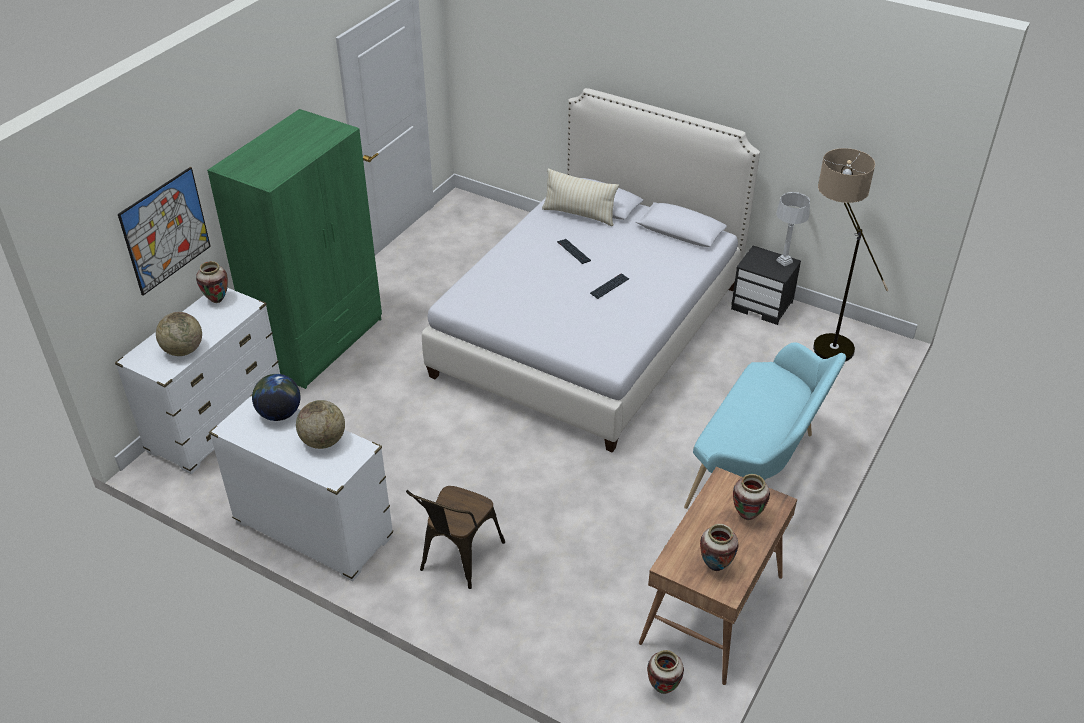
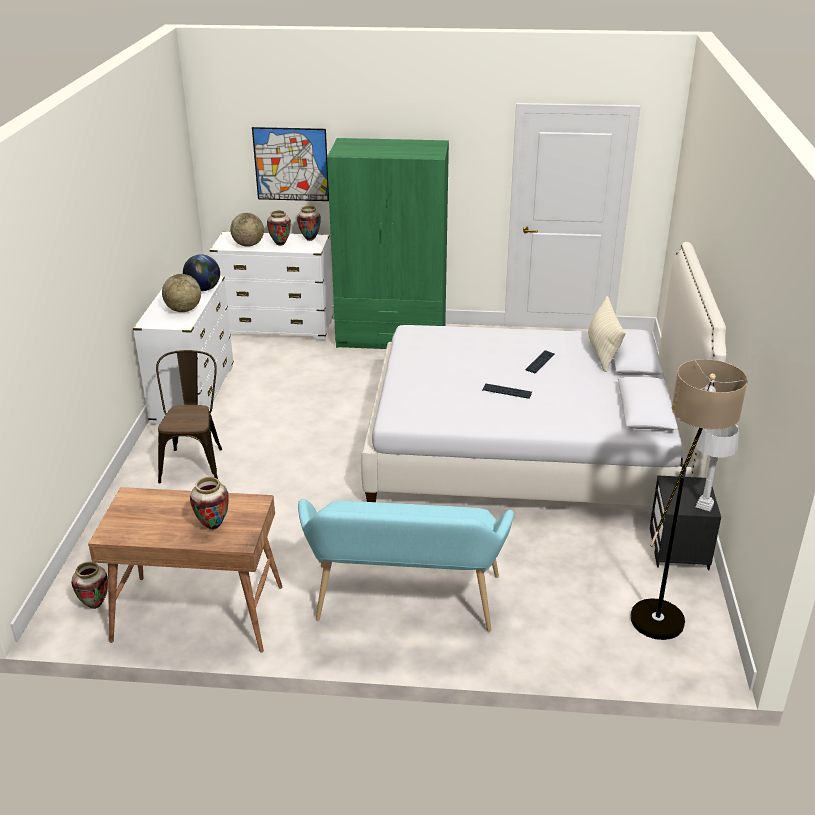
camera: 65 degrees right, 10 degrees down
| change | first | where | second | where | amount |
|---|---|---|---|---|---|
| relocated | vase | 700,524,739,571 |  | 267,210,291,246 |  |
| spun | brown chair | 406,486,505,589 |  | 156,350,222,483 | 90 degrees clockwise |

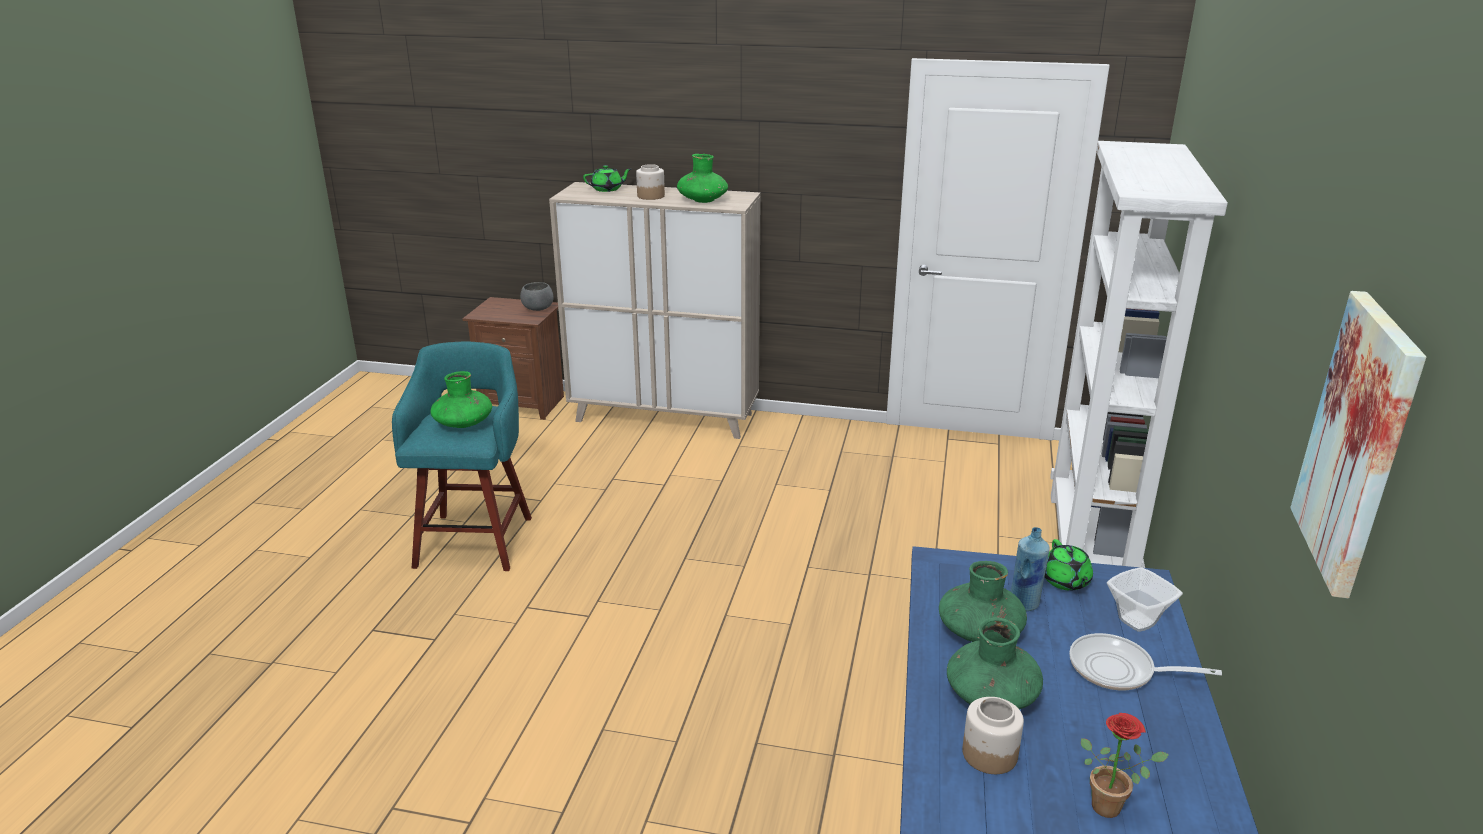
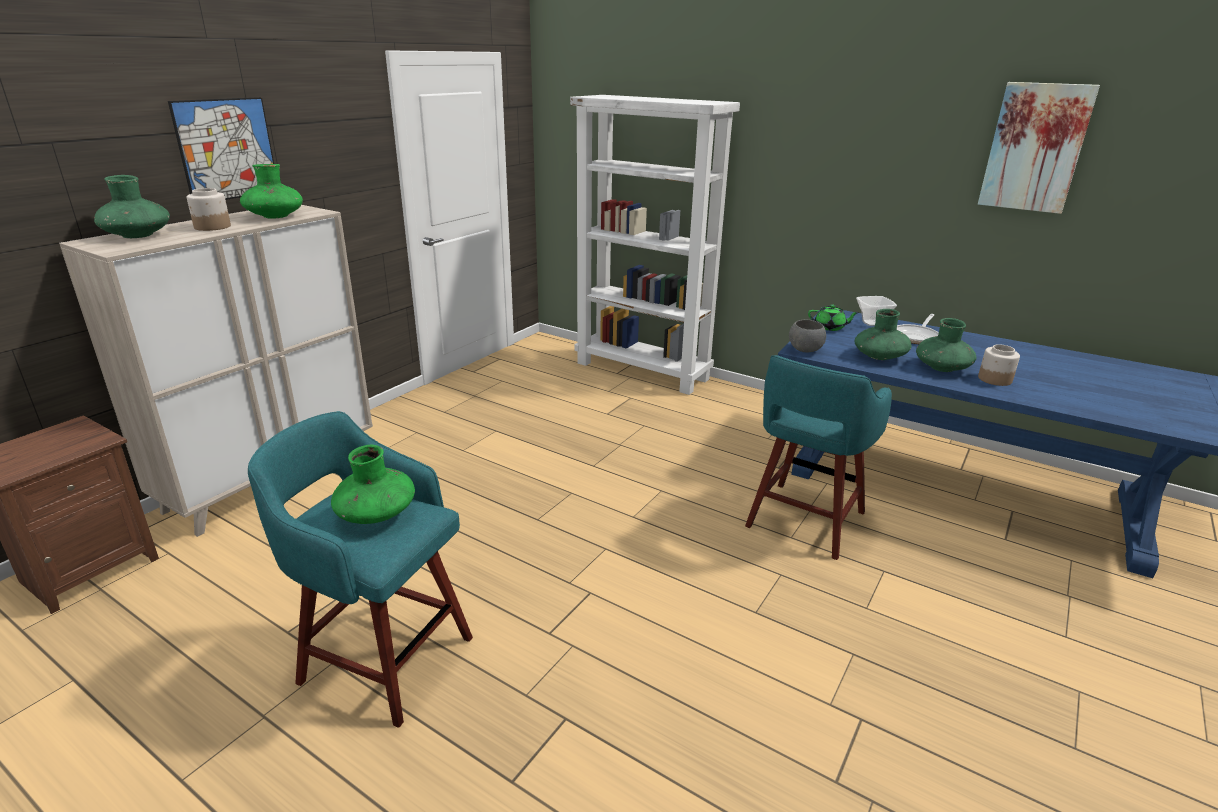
camera: 70 degrees left, 0 degrees up
| change | first | where | second | where | amount |
|---|---|---|---|---|---|
| missing | blue bottle | 1010,527,1050,611 |  |  |  |
| missing | potted plant | 1081,713,1169,818 |  |  |  |
| appeared |  |  | picture | 168,97,274,200 |  |
| appeared |  |  | turquoise stool | 745,355,892,560 |  |
| relocated | grey bowl | 520,282,554,311 |  | 789,320,826,352 |  |
| exchanged | green teapot | 583,165,631,192 | green vase | 94,175,170,238 |  |

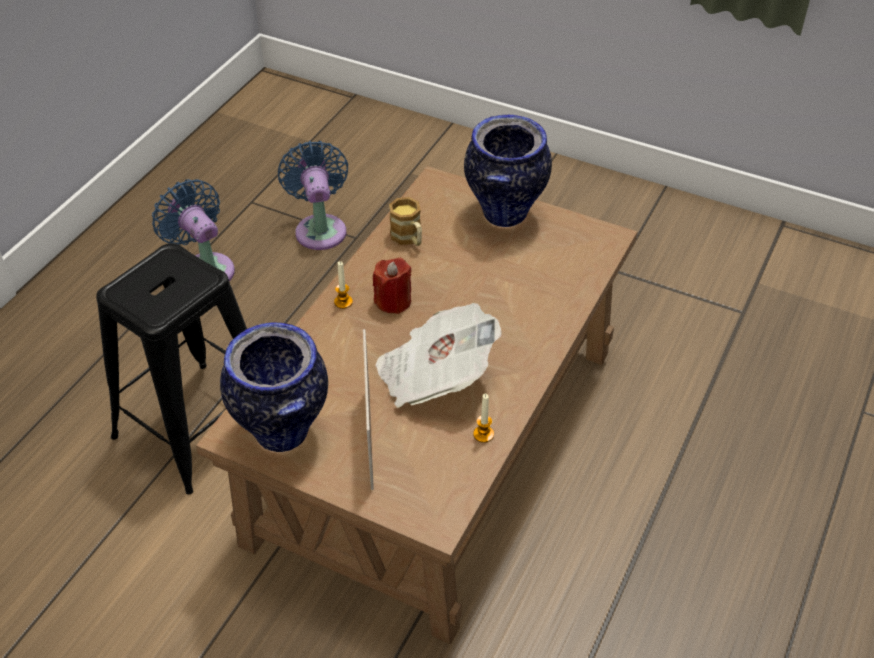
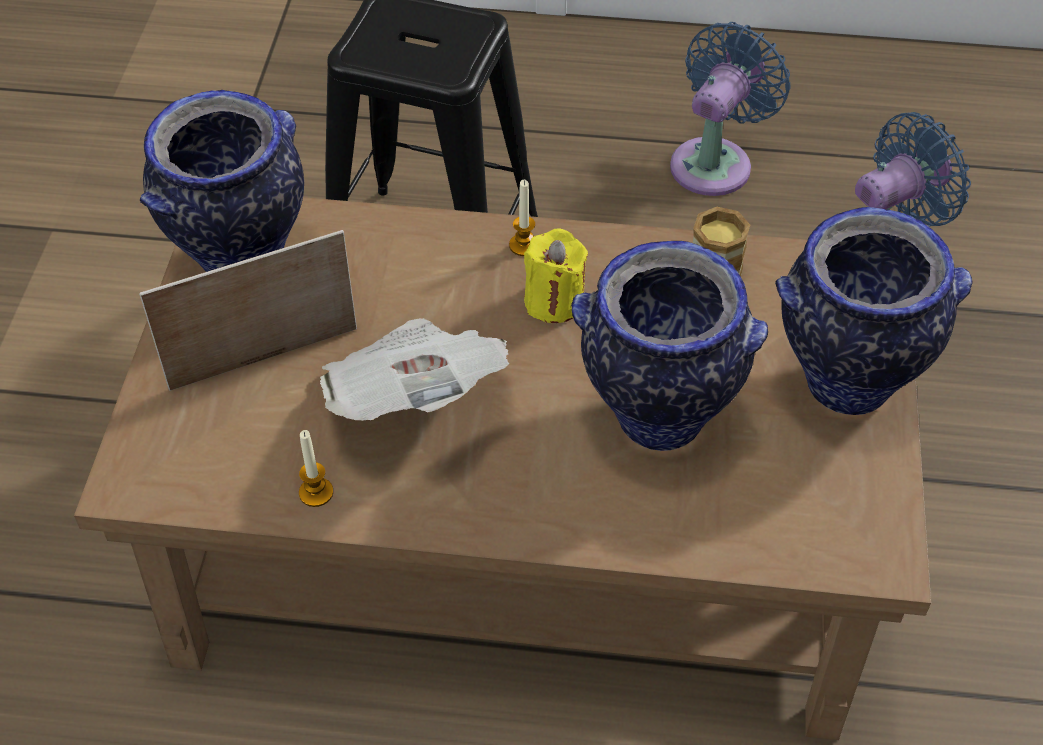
camera: 70 degrees right, 5 degrees up
| change | first | where | second | where | amount |
|---|---|---|---|---|---|
| appeared |  |  | vase | 571,241,768,451 |  |
| colour | red candle | 373,258,412,314 | yellow candle | 524,228,588,323 |  |

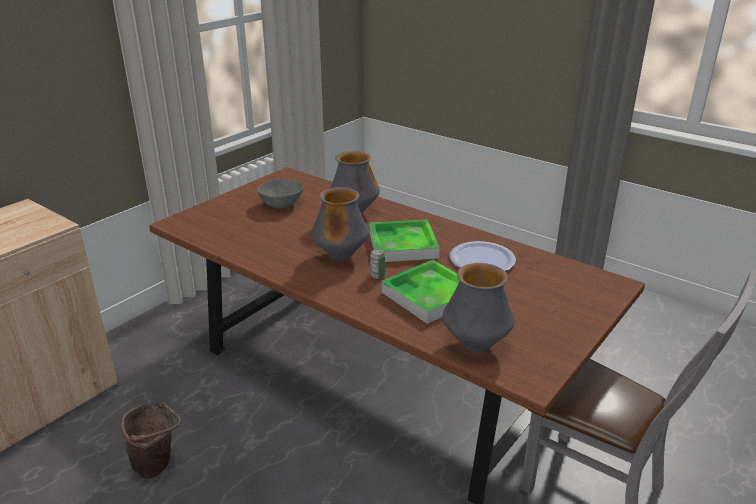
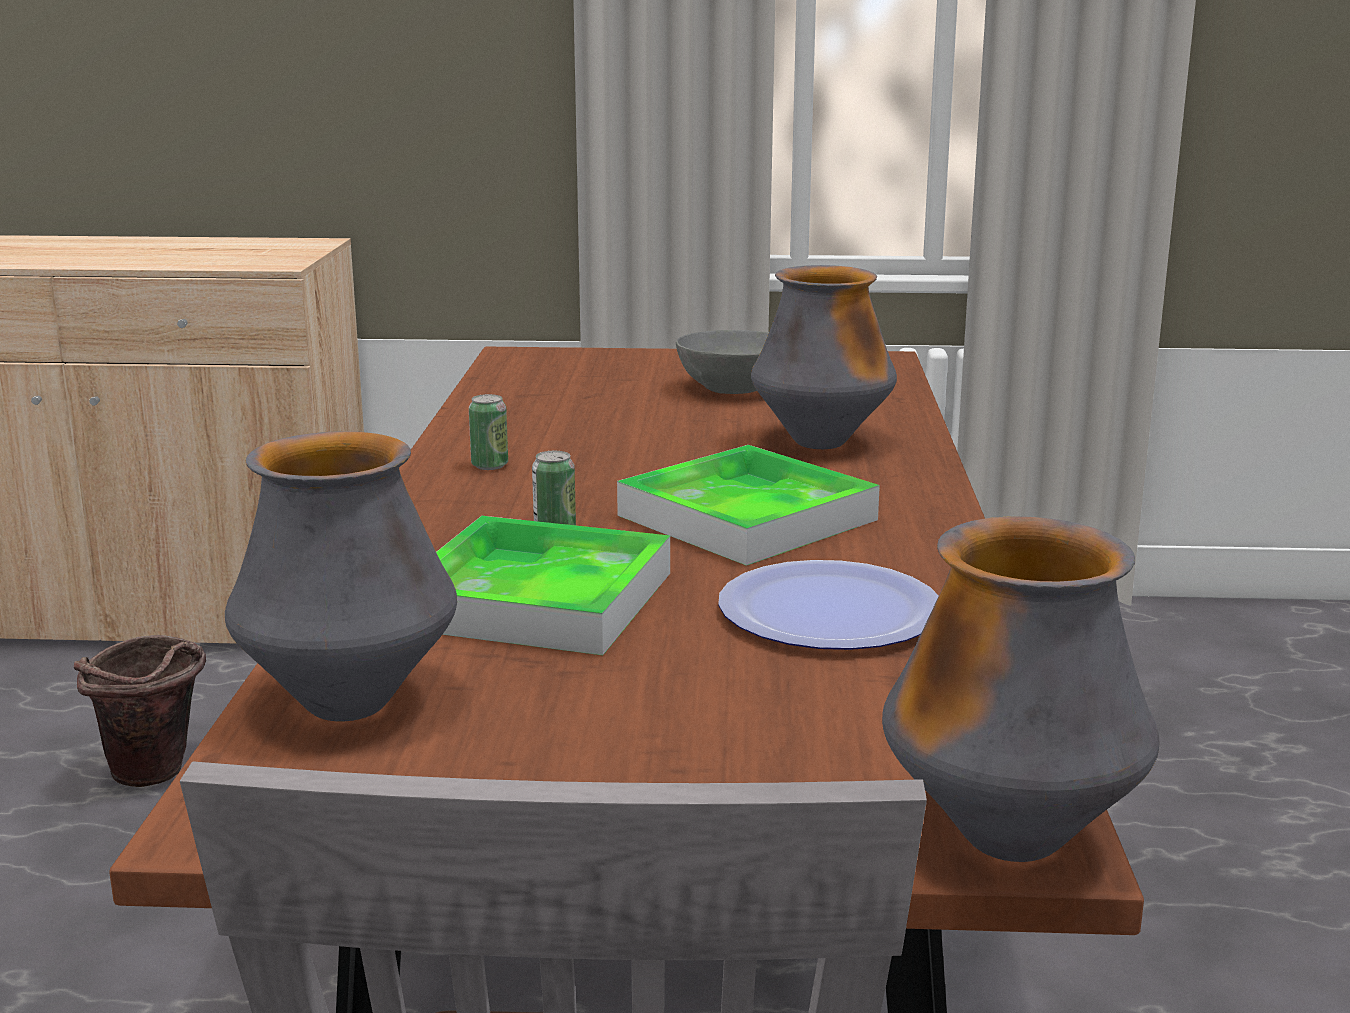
camera: 55 degrees right, 10 degrees down
| change | first | where | second | where | amount |
|---|---|---|---|---|---|
| appeared |  |  | can | 469,394,508,470 |  |
| relocated | vase | 311,187,369,261 |  | 882,516,1160,862 |  |

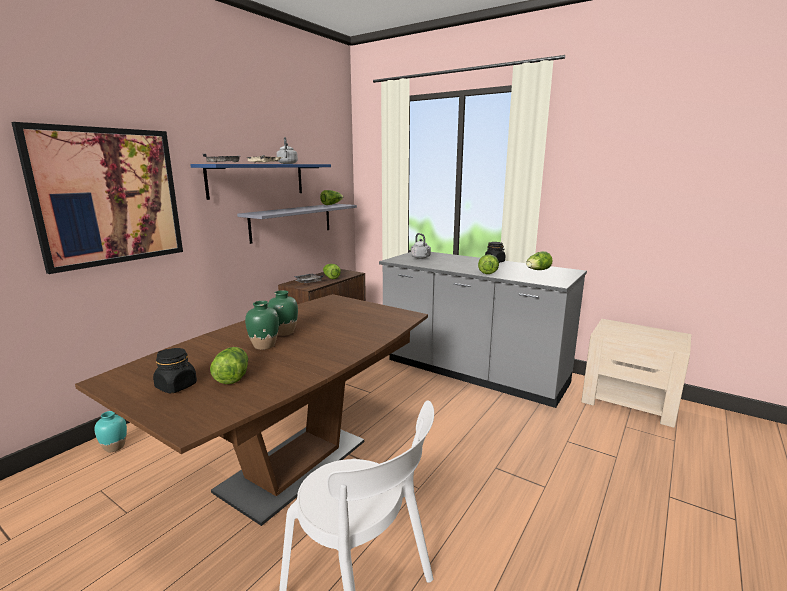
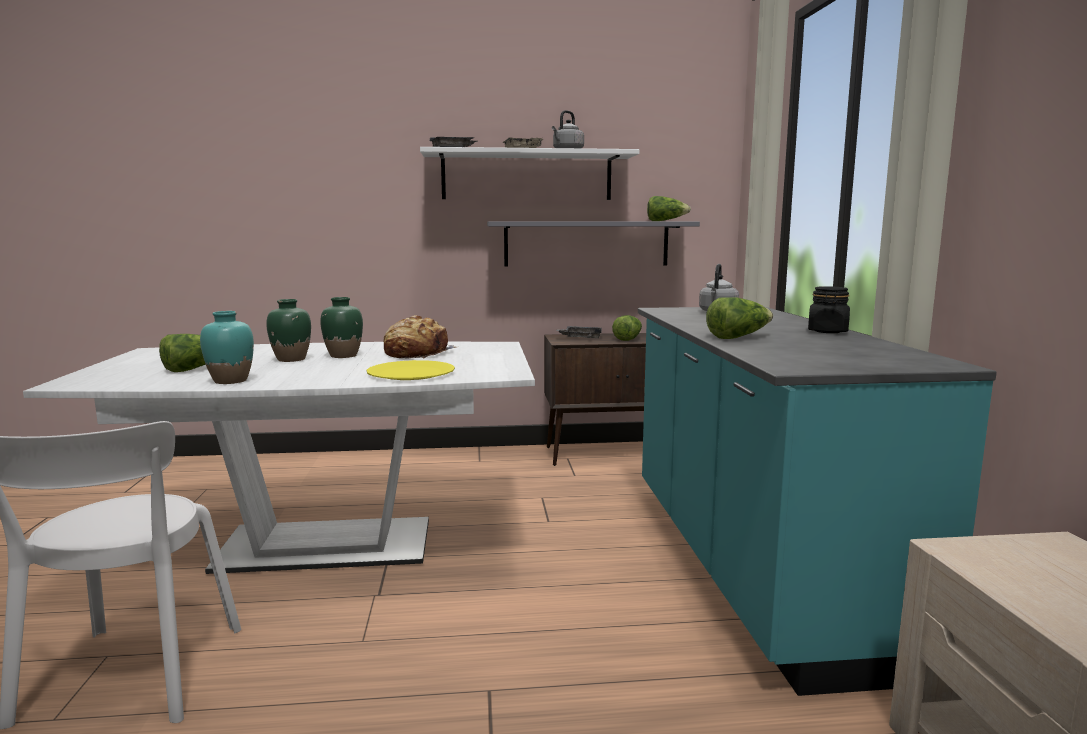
camera: 50 degrees right, 5 degrees down
| change | first | where | second | where | amount |
|---|---|---|---|---|---|
| missing | picture | 11,122,183,274 |  |  |  |
| missing | black jar | 153,348,197,393 |  |  |  |
| missing | lettuce | 526,251,553,270 |  |  |  |
| appeared |  |  | yellow plate | 366,360,455,380 |  |
| appeared |  |  | bread | 383,315,457,358 |  |
| relocated | turquoise vase | 95,411,127,452 |  | 200,311,254,384 |  |
| colour | brown dining table | 75,294,428,526 | white dining table | 23,342,535,574 |  |
| colour | blue shelf | 190,164,331,200 | white shelf | 420,147,640,200 |  |
| colour | grey counter | 379,252,587,408 | turquoise counter | 638,307,997,696 |  |

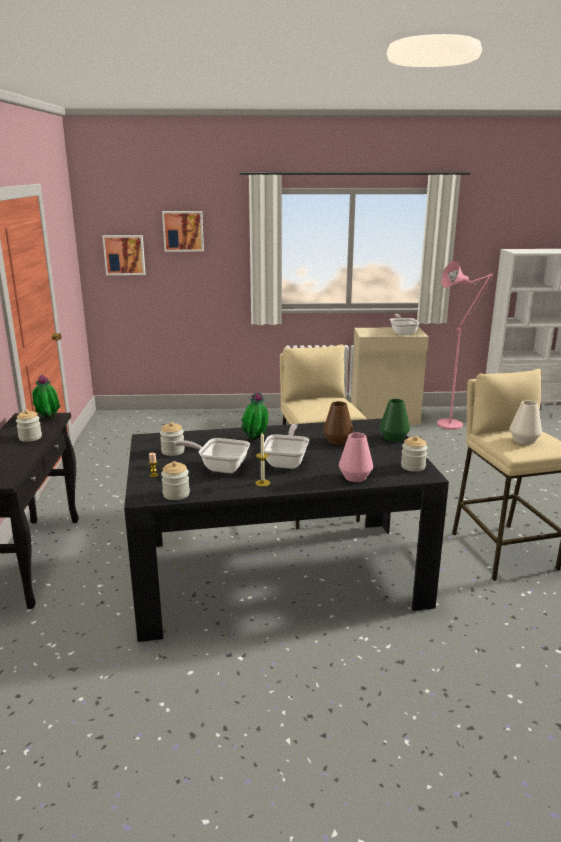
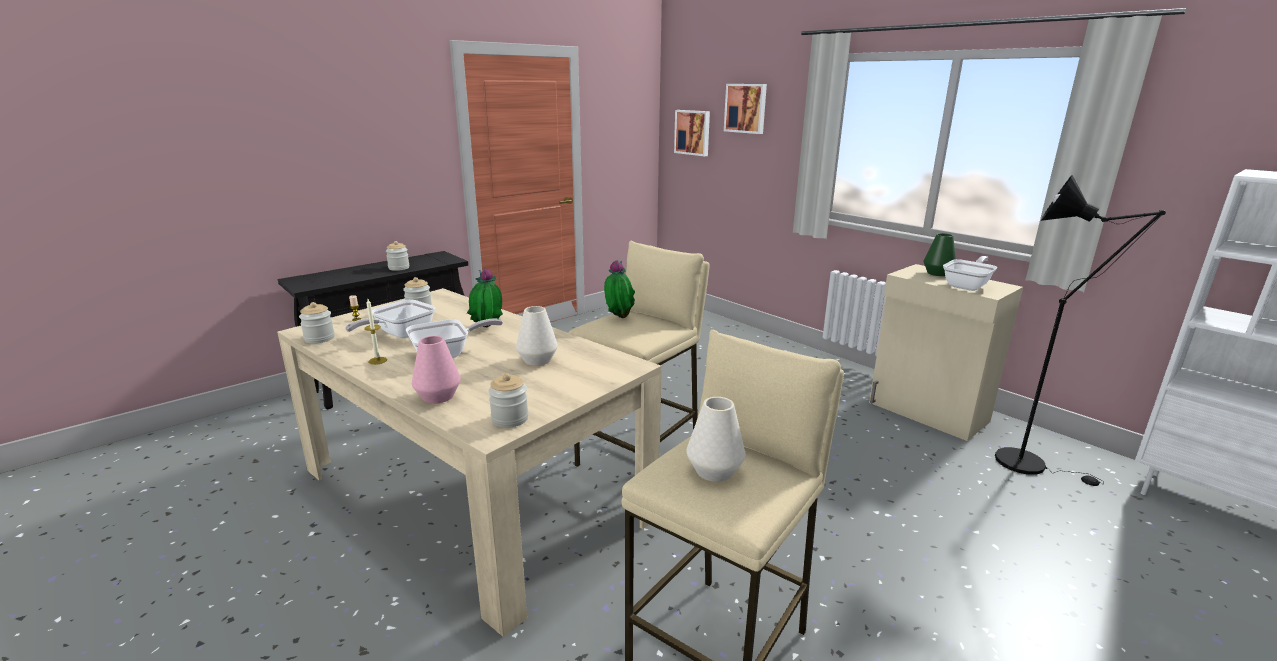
camera: 50 degrees right, 0 degrees up
| change | first | where | second | where | amount |
|---|---|---|---|---|---|
| relocated | potted plant | 32,375,60,419 |  | 604,260,635,318 |  |
| relocated | green vase | 380,399,410,442 |  | 923,233,956,276 |  |
| colour | black dining table | 124,419,449,642 | beige dining table | 277,288,662,637 |  |
| colour | brown vase | 323,401,354,445 | white vase | 516,306,558,366 |  |
| colour | pink floor lamp | 437,261,493,430 | black floor lamp | 995,175,1166,486 |  |
| spun | frying pan | 174,438,250,473 |  | 345,300,435,338 | 120 degrees counterclockwise |

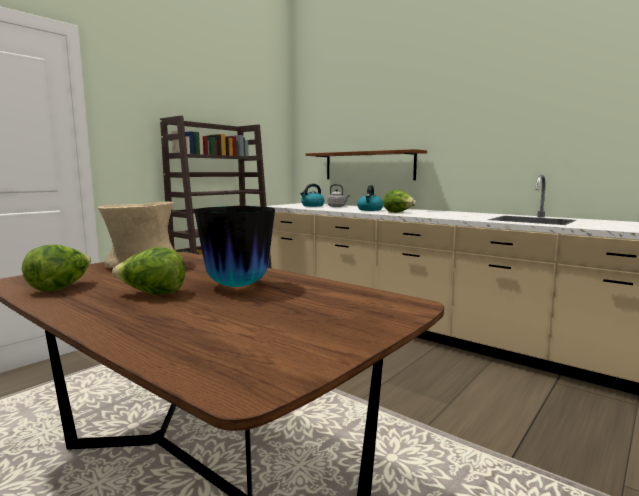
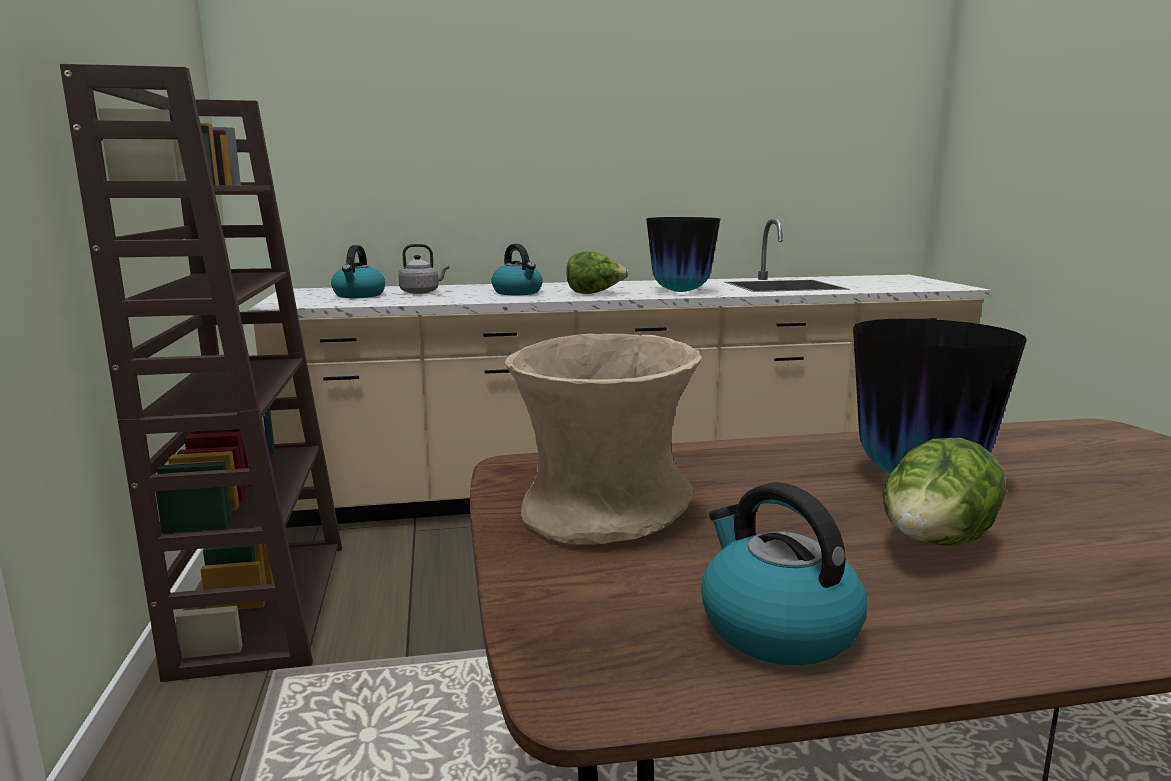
camera: 50 degrees left, 5 degrees up
| change | first | where | second | where | amount |
|---|---|---|---|---|---|
| missing | brown shelf | 305,149,427,180 |  |  |  |
| appeared |  |  | vase | 646,217,720,292 |  |
| exchanged | lettuce | 22,245,91,291 | kettle | 701,482,867,665 |  |

